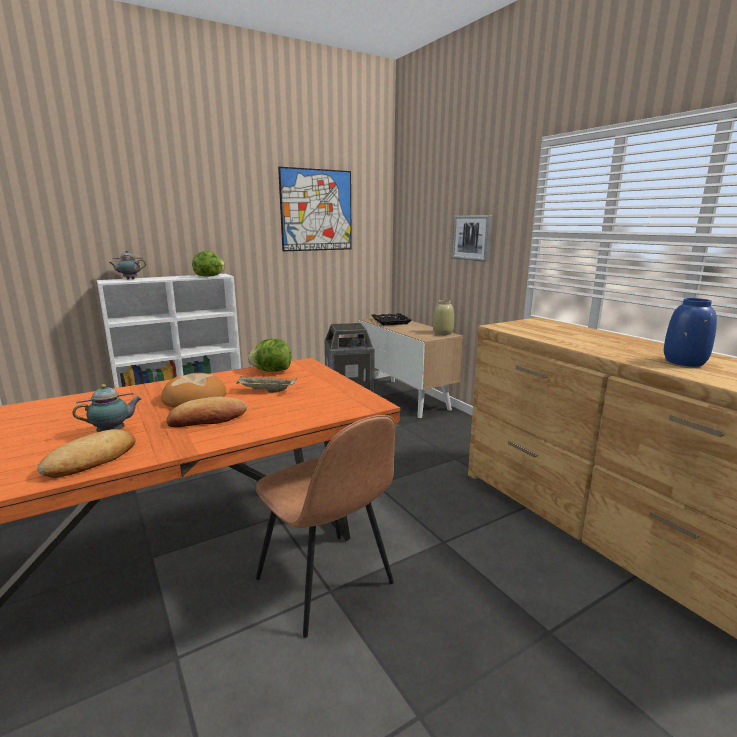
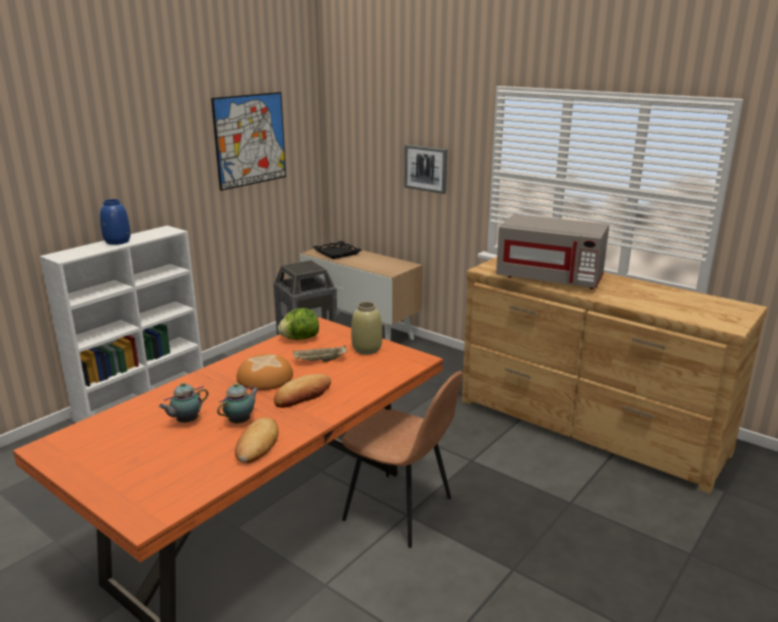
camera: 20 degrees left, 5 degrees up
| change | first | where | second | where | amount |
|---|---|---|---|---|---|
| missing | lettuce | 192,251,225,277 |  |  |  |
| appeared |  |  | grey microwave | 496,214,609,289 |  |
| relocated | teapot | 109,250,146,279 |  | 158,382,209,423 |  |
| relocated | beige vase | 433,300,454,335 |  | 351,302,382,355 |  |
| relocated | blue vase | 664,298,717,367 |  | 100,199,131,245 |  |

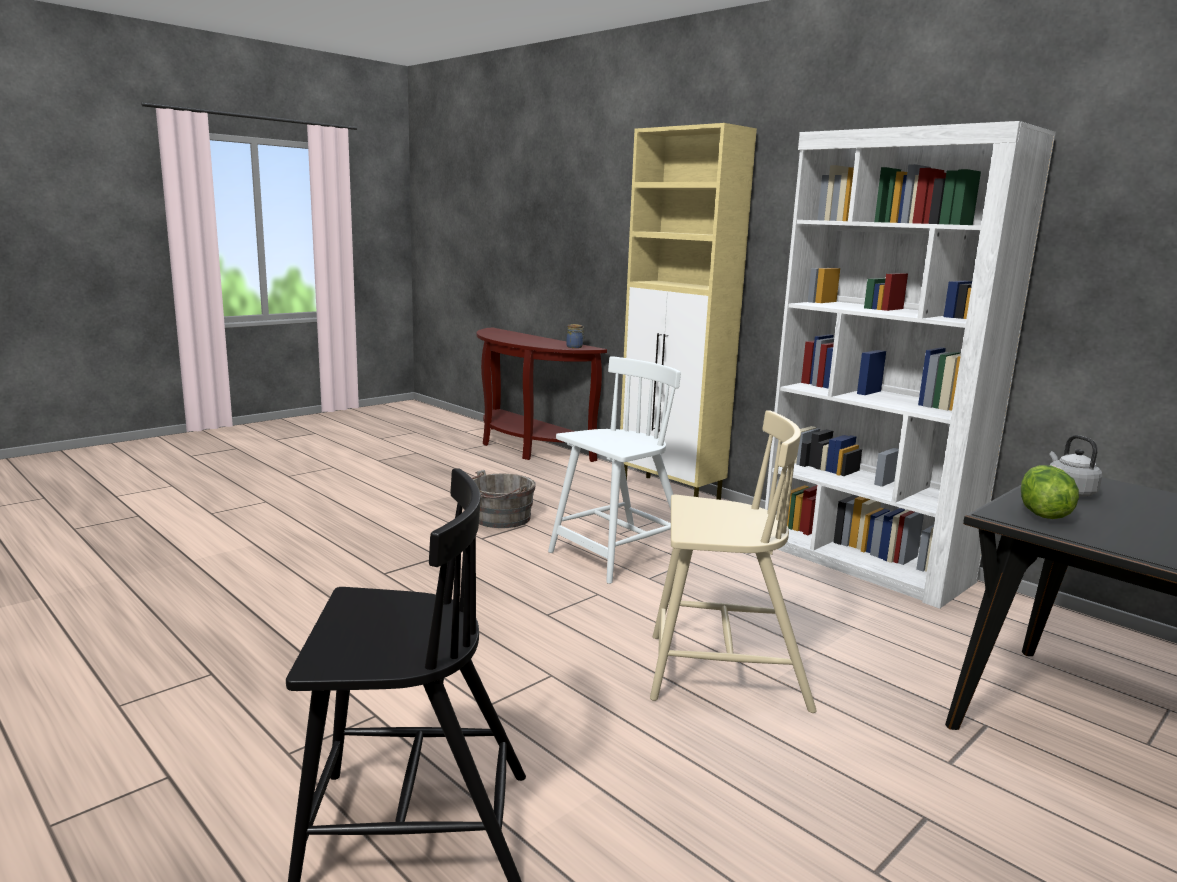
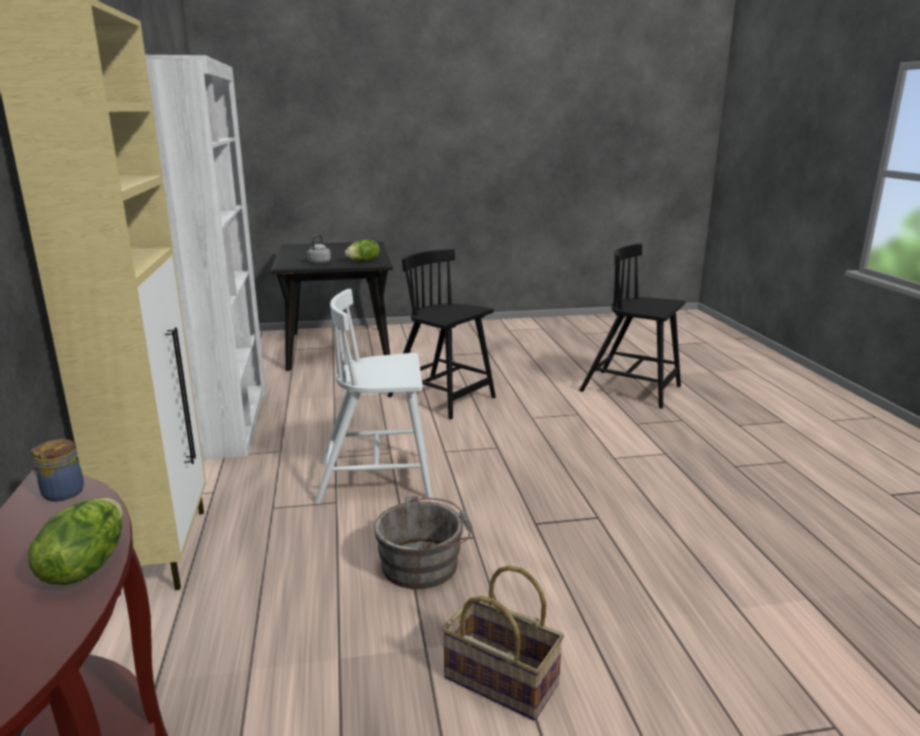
camera: 145 degrees left, 5 degrees up
| change | first | where | second | where | amount |
|---|---|---|---|---|---|
| appeared |  |  | lettuce | 28,498,123,585 |  |
| appeared |  |  | basket | 442,565,564,721 |  |
| colour | beige chair | 650,410,817,713 | black chair | 388,248,496,419 |  |

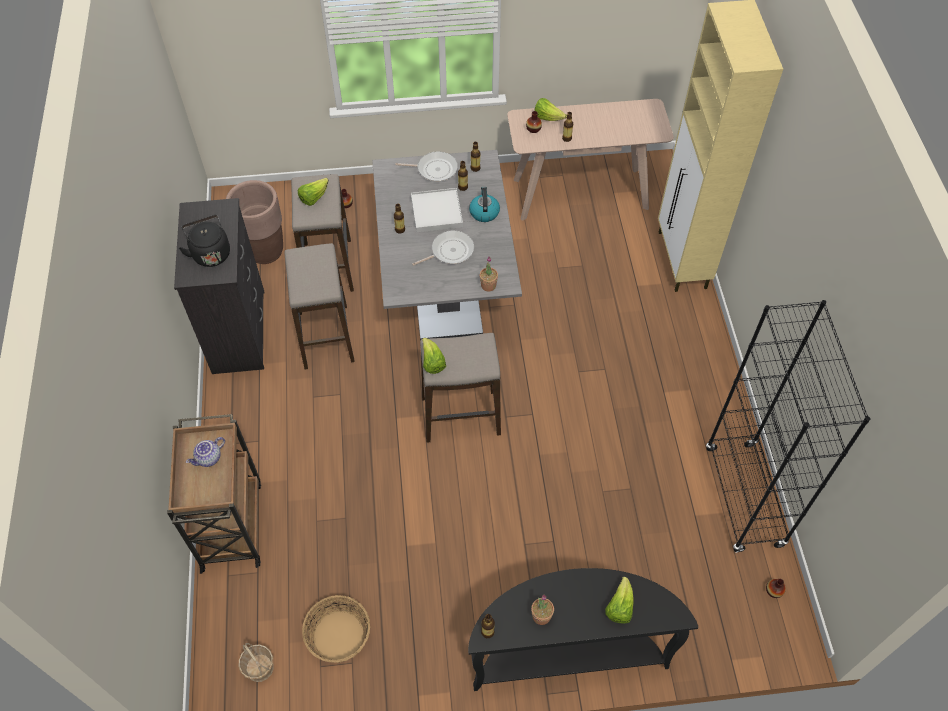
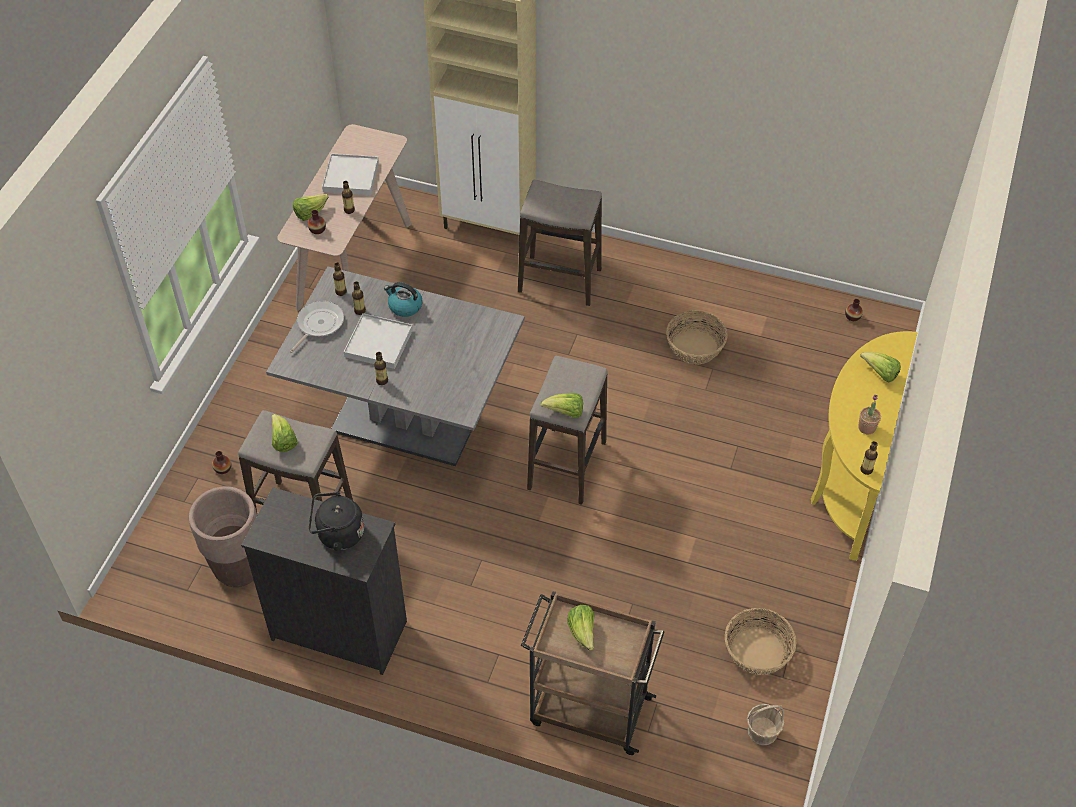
camera: 65 degrees left, 5 degrees down
| change | first | where | second | where | amount |
|---|---|---|---|---|---|
| missing | frying pan | 412,230,474,266 |  |  |  |
| missing | potted plant | 480,256,498,292 |  |  |  |
| missing | black bookcase | 706,300,870,553 |  |  |  |
| appeared |  |  | white tray | 322,153,379,195 |  |
| appeared |  |  | basket | 666,311,728,365 |  |
| relocated | stool | 284,243,355,369 |  | 518,180,602,306 |  |
| exchanged | teapot | 186,437,225,467 | lettuce | 567,605,595,651 |  |
| colour | black console table | 468,568,699,691 | yellow console table | 811,331,918,561 |  |

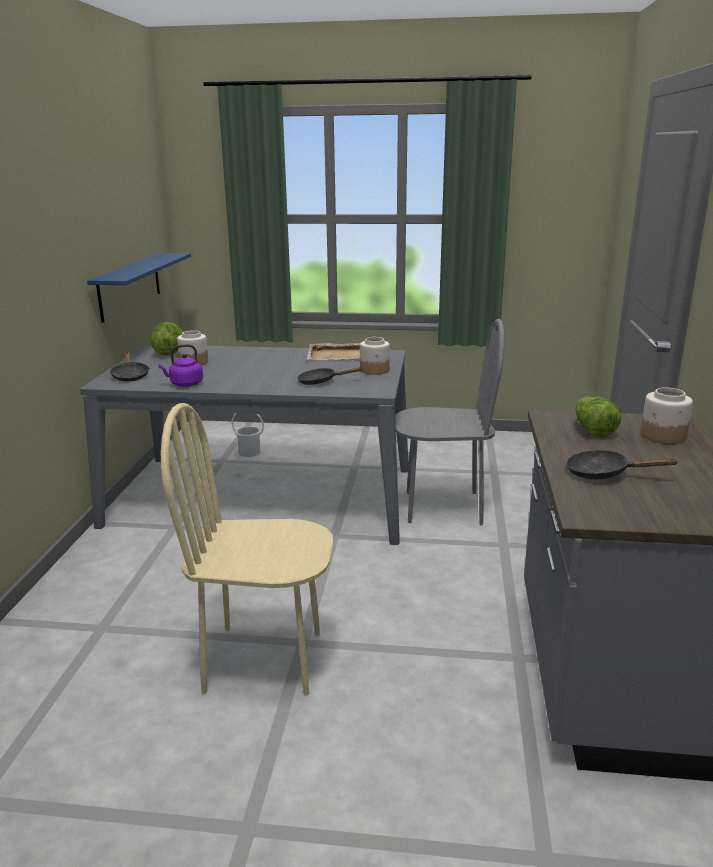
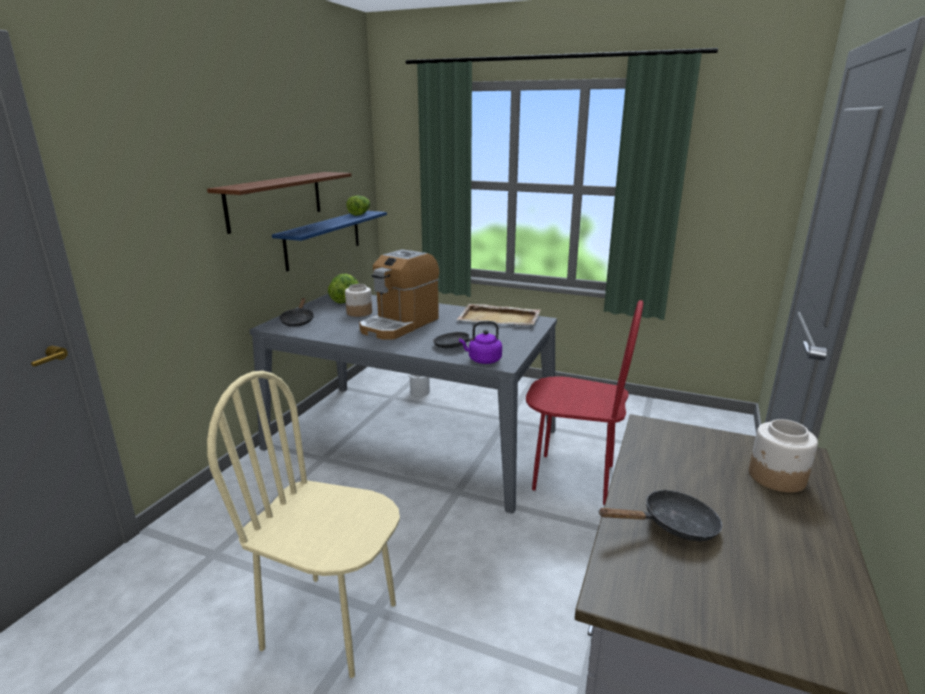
camera: 15 degrees right, 0 degrees up
| change | first | where | second | where | amount |
|---|---|---|---|---|---|
| missing | jar | 360,337,390,375 |  |  |  |
| appeared |  |  | brown shelf | 207,172,352,234 |  |
| appeared |  |  | coffee machine | 359,249,439,340 |  |
| relocated | purple kettle | 158,344,203,387 |  | 459,321,502,364 |  |
| relocated | lettuce | 575,396,621,437 |  | 346,195,370,216 |  |
| colour | grey chair | 395,319,505,525 | red chair | 526,300,643,505 |  |
| spun | black frying pan | 566,450,679,479 |  | 598,489,723,541 | 135 degrees clockwise |

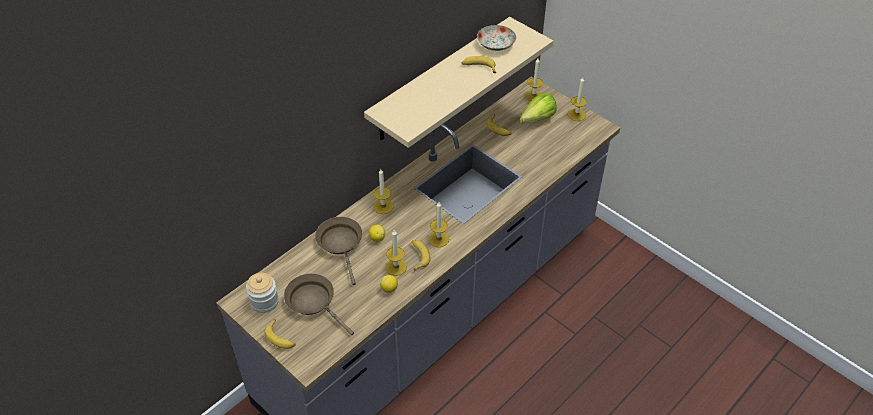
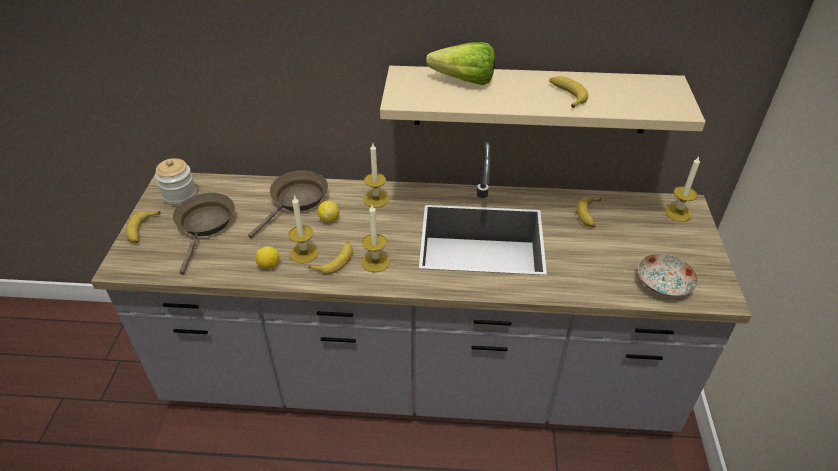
camera: 50 degrees right, 5 degrees down
| change | first | where | second | where | amount |
|---|---|---|---|---|---|
| missing | candle | 568,77,587,121 |  |  |  |
| relocated | plate | 477,25,516,51 |  | 638,254,698,297 |  |
| relocated | lettuce | 520,93,557,124 |  | 426,42,495,85 |  |

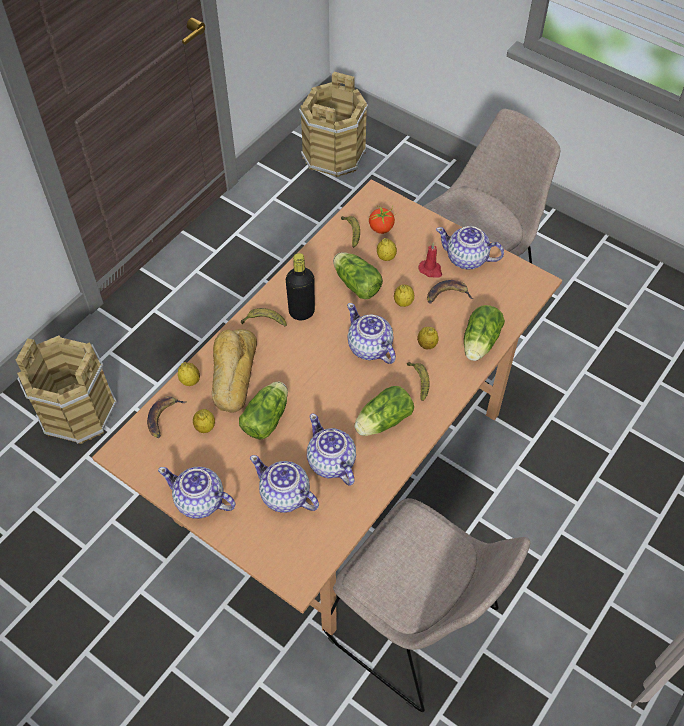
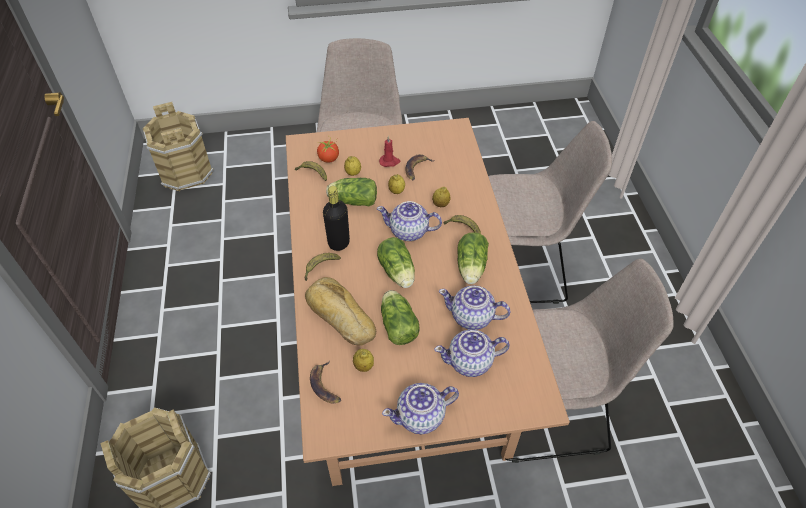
camera: 45 degrees left, 5 degrees down
| change | first | where | second | where | amount |
|---|---|---|---|---|---|
| missing | lemon | 178,362,200,386 |  |  |  |
| missing | teapot | 436,226,504,270 |  |  |  |
| appeared |  |  | beige chair | 488,121,612,304 |  |
| relocated | lettuce | 464,305,505,361 |  | 377,237,415,288 |  |

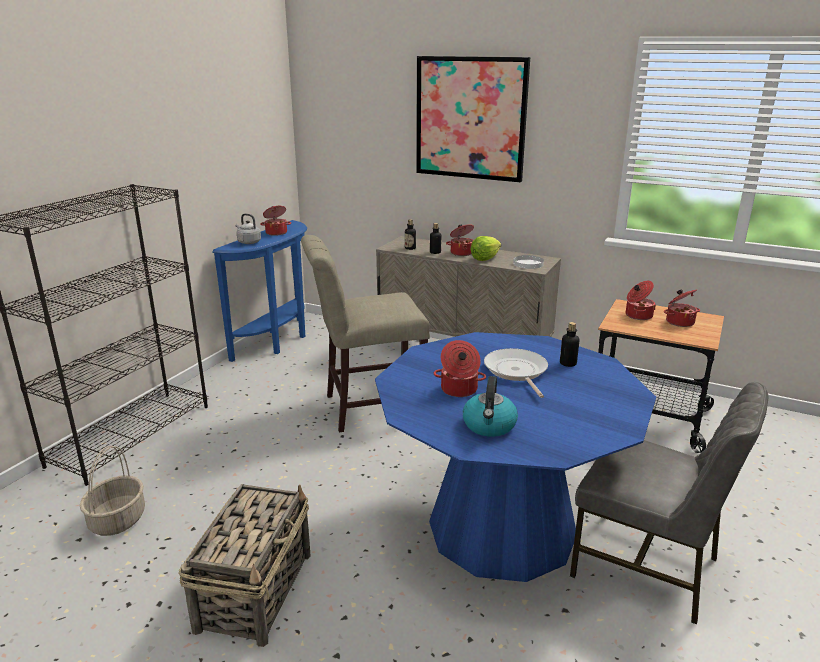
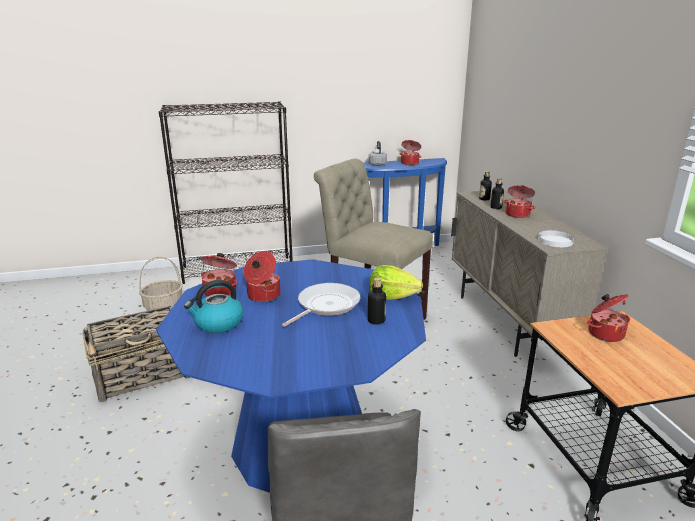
camera: 50 degrees right, 0 degrees up
| change | first | where | second | where | amount |
|---|---|---|---|---|---|
| missing | picture | 416,56,530,182 |  |  |  |
| relocated | lettuce | 470,236,501,261 |  | 369,265,423,300 |  |
| relocated | cooking pot | 664,289,700,327 |  | 201,253,238,297 |  |

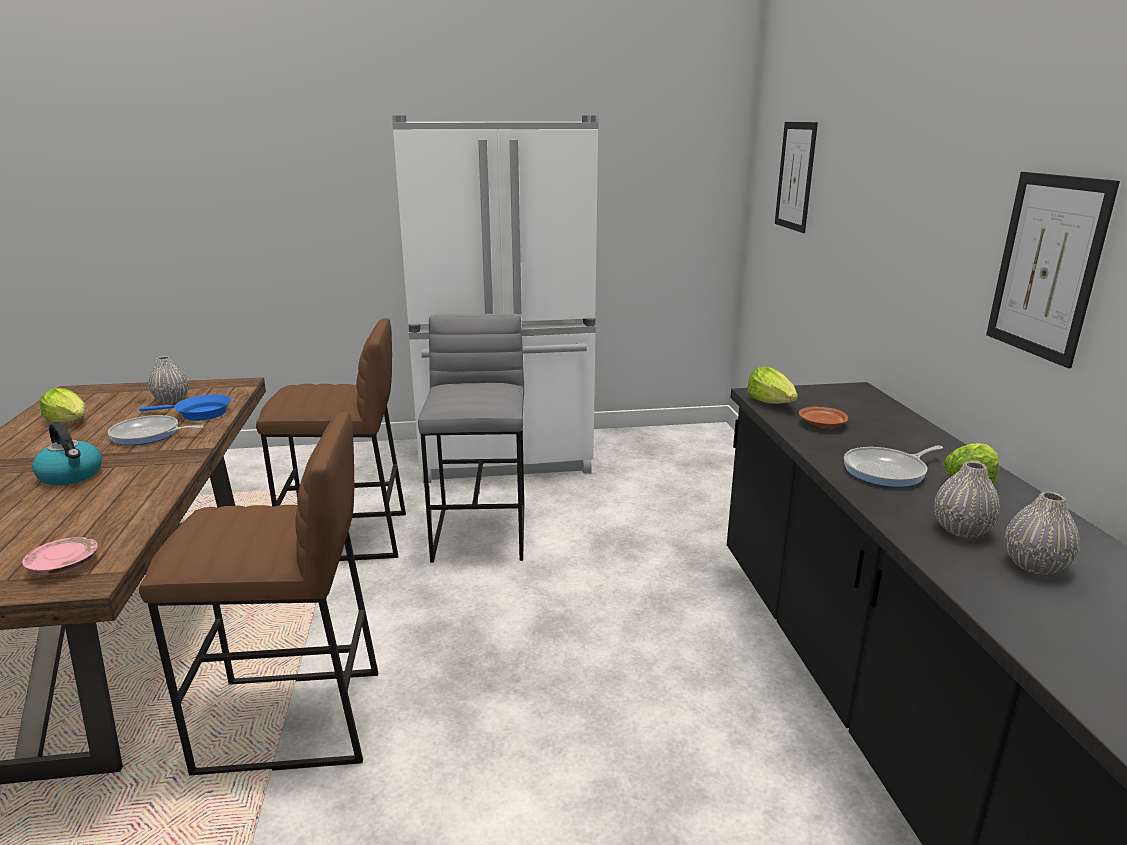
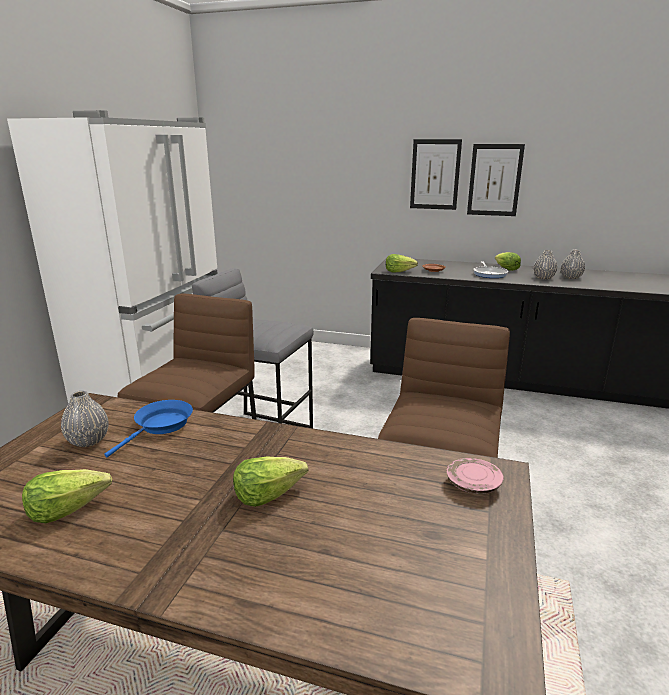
camera: 65 degrees left, 0 degrees up
| change | first | where | second | where | amount |
|---|---|---|---|---|---|
| missing | frying pan | 108,415,204,445 |  |  |  |
| relocated | picture | 775,122,818,233 |  | 410,139,462,210 |  |
| exchanged | kettle | 32,422,102,485 | lettuce | 233,457,308,507 |  |

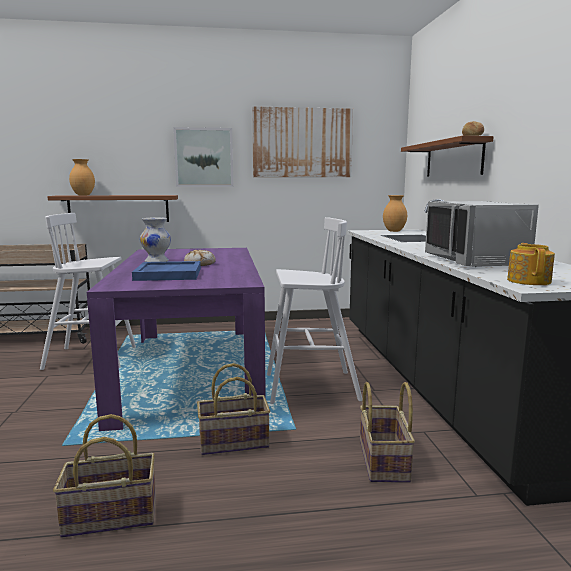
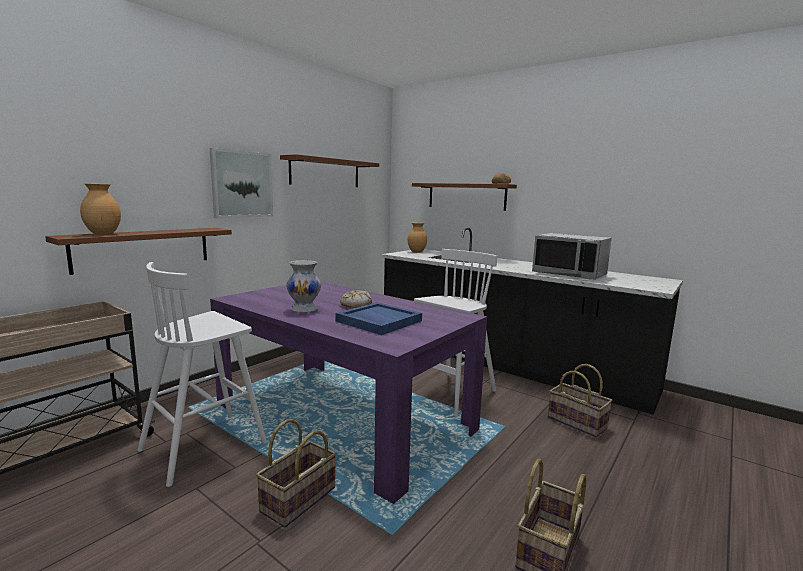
camera: 45 degrees left, 0 degrees up
| change | first | where | second | where | amount |
|---|---|---|---|---|---|
| missing | teapot | 507,243,555,285 |  |  |  |
| relocated | basket | 197,363,270,455 |  | 256,419,336,527 |  |
| exchanged | picture | 252,106,353,177 | brown shelf | 280,154,379,187 |  |

